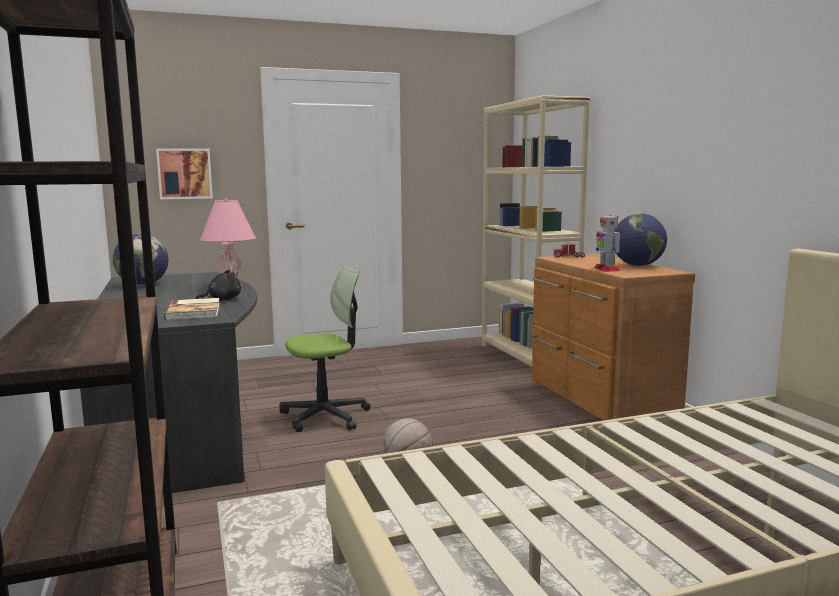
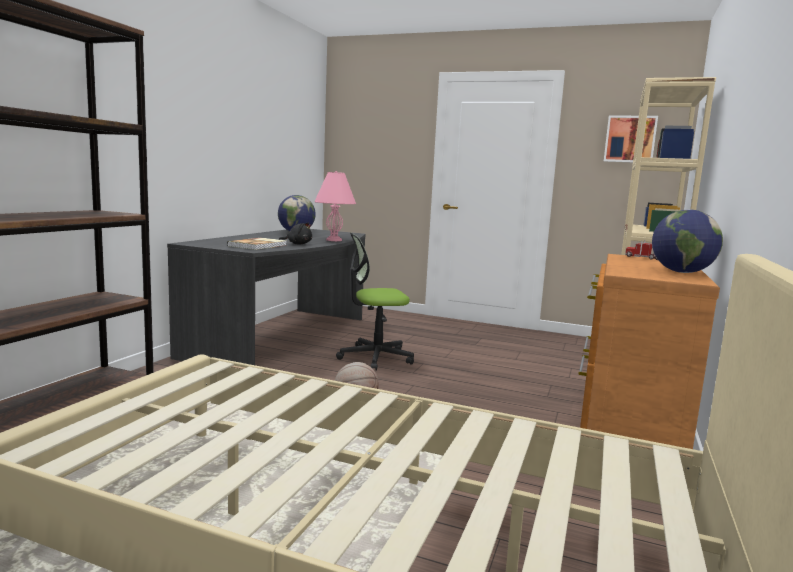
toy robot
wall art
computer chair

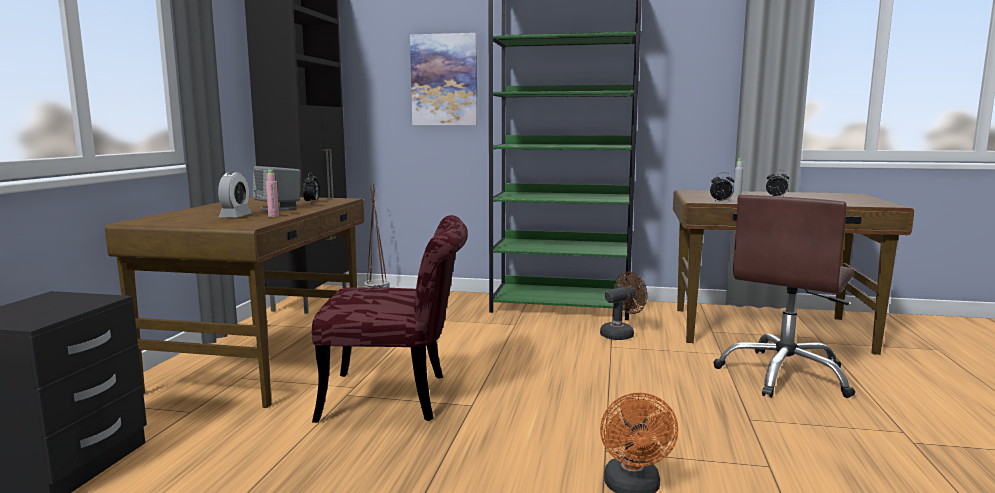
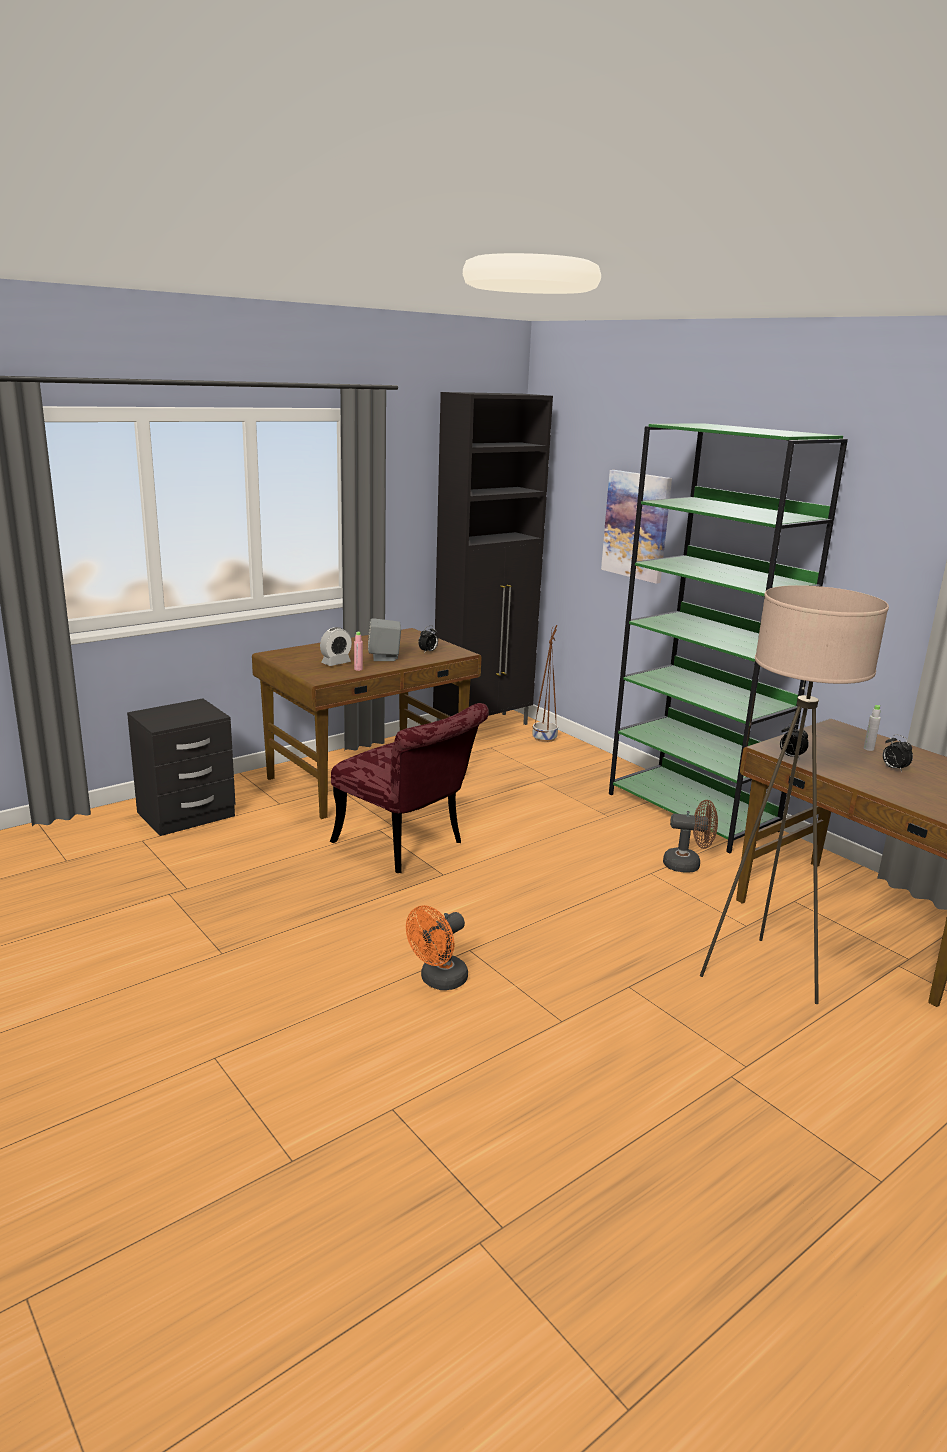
floor lamp (sand-coloured)

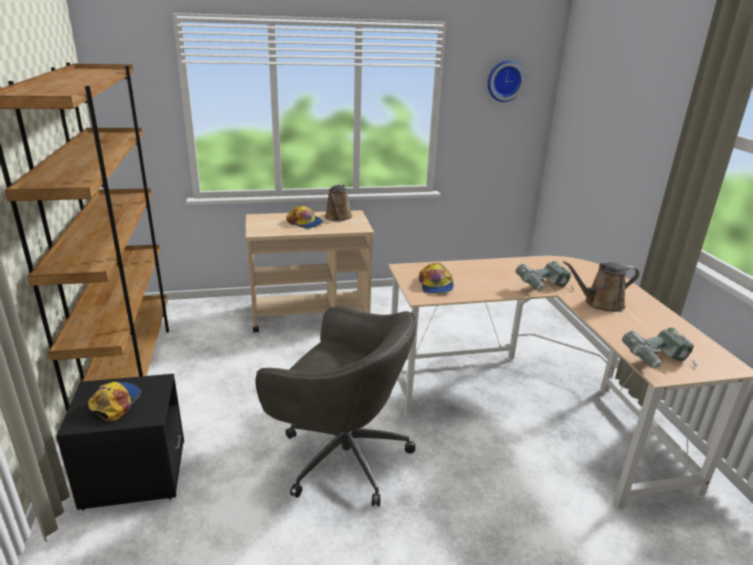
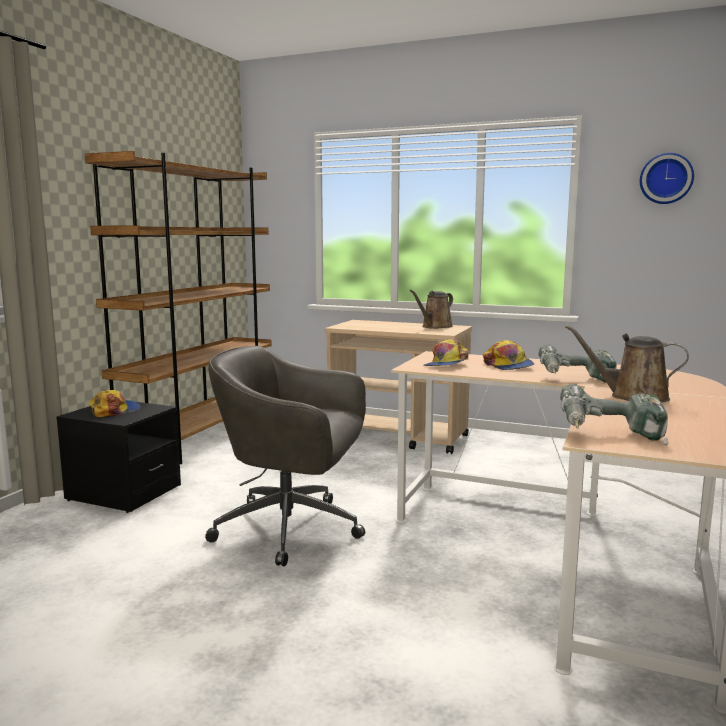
cap (no. 3 from left)
computer chair (grey)

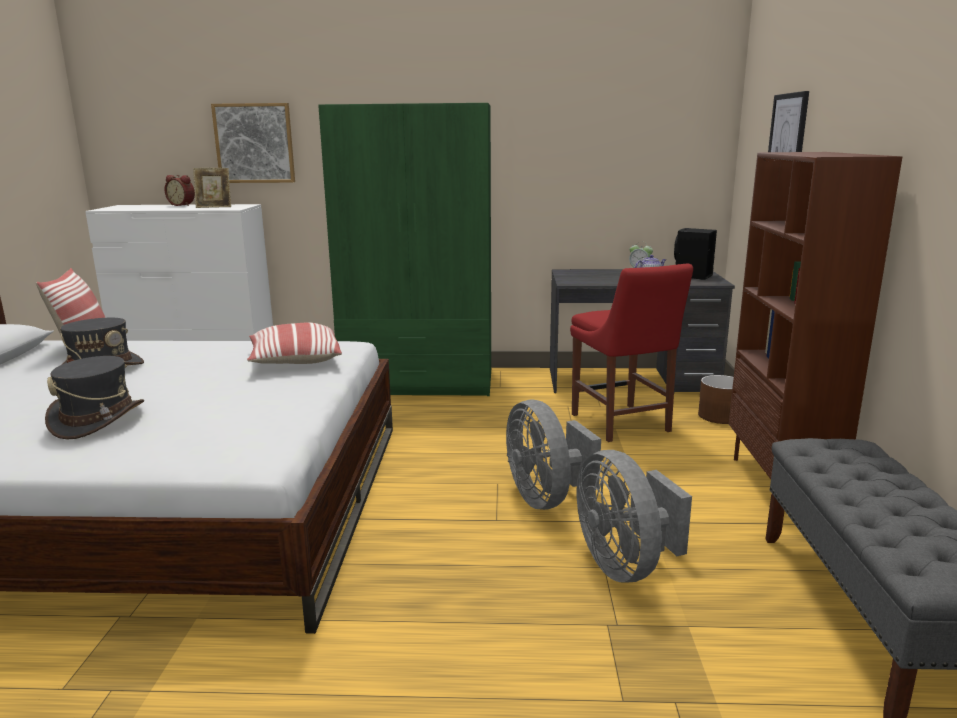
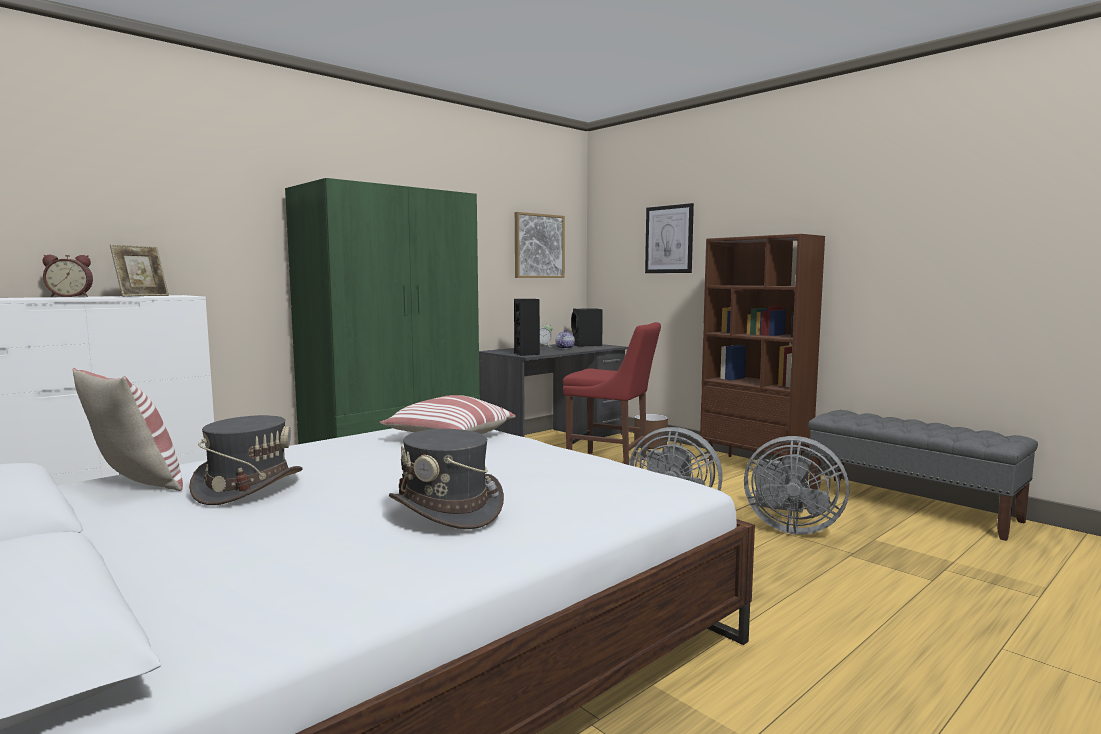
loudspeaker (blackish) (no. 1 from left)
wall art (no. 1 from left)

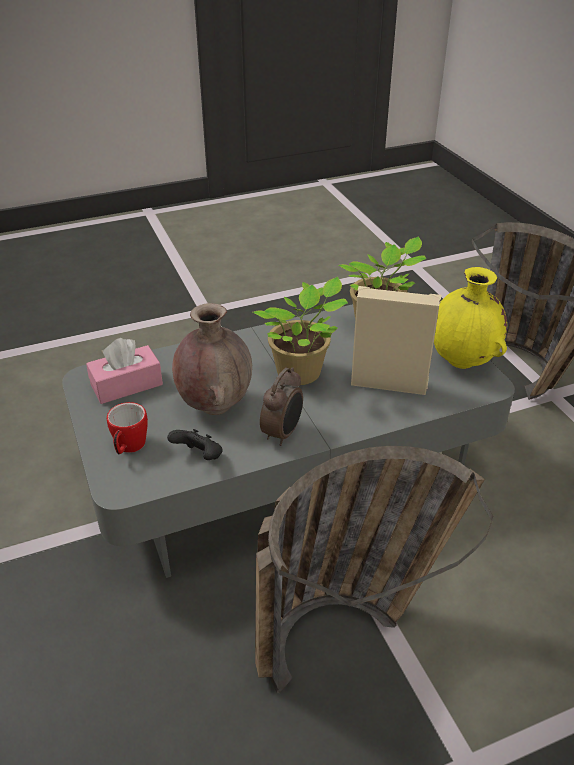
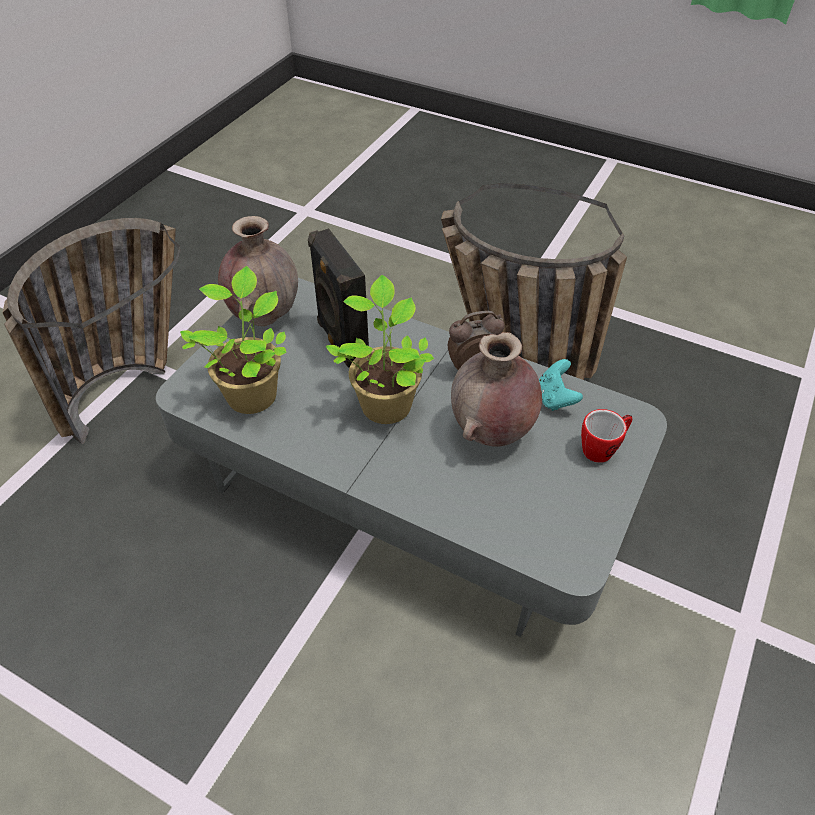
box of tissues (pink)
gamepad (blue-green)
loudspeaker (blackish)
flower vase (brown-coloured) (no. 1 from left)

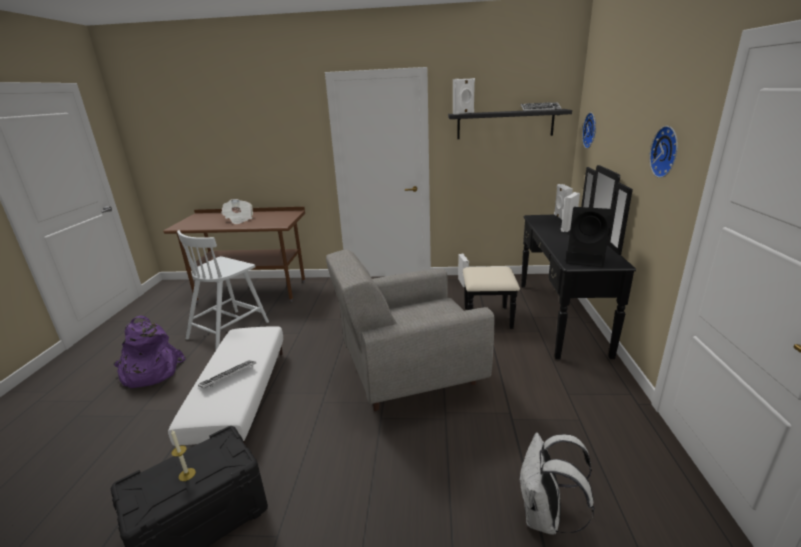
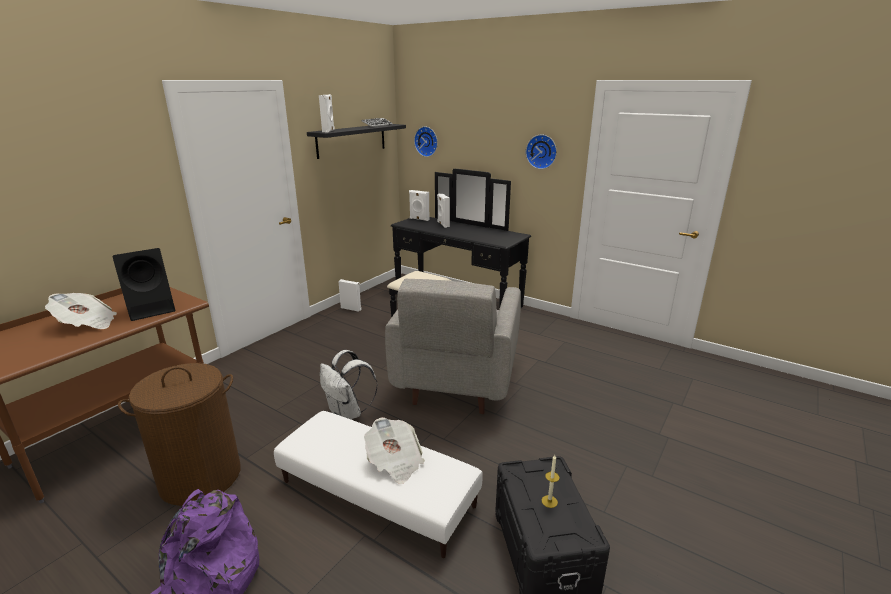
backpack (whitish)
loudspeaker (blackish)
laundry basket (brown-coloured)
printed paper (no. 2 from left)

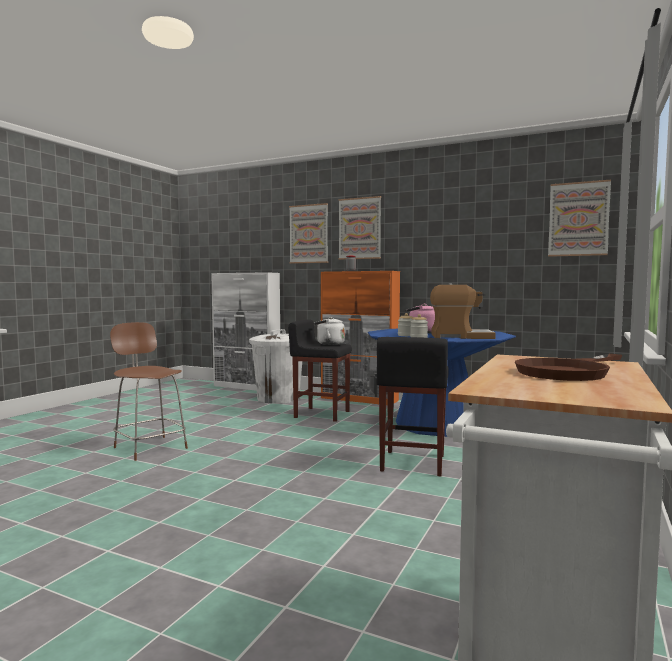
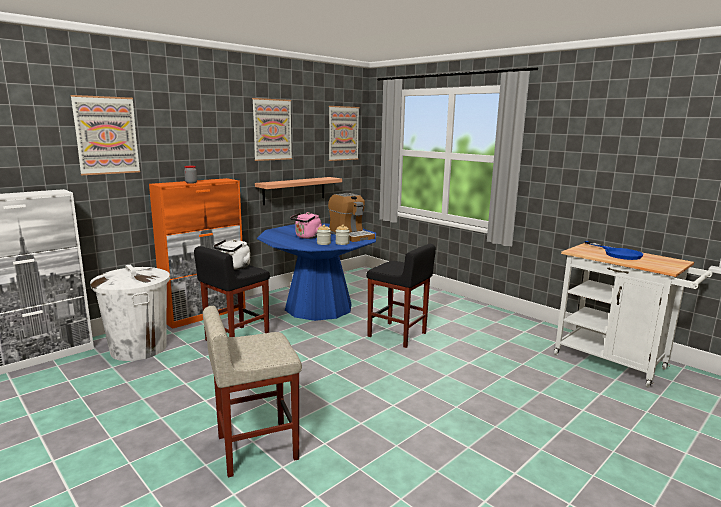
bracket shelf
wall art (no. 2 from left)
sitting stool (sand-coloured)
frying pan (blue-coloured)
coffee machine

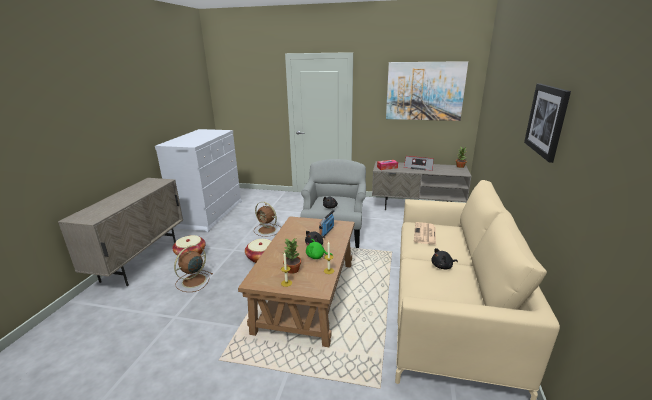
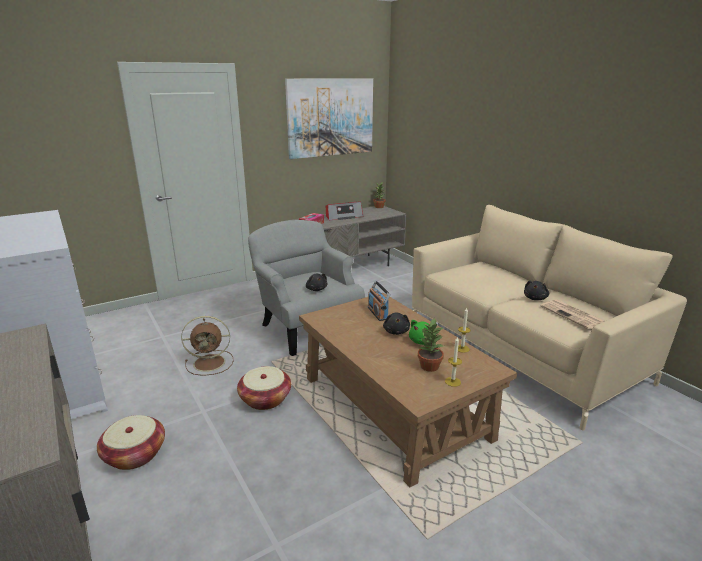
cooling fan (brown-coloured) (no. 1 from left in the first image)
wall art (no. 2 from left in the first image)
printed paper

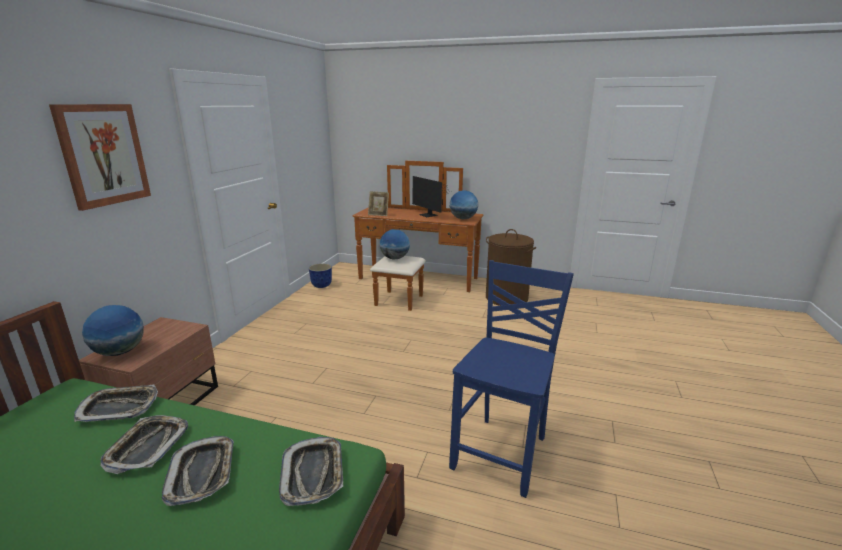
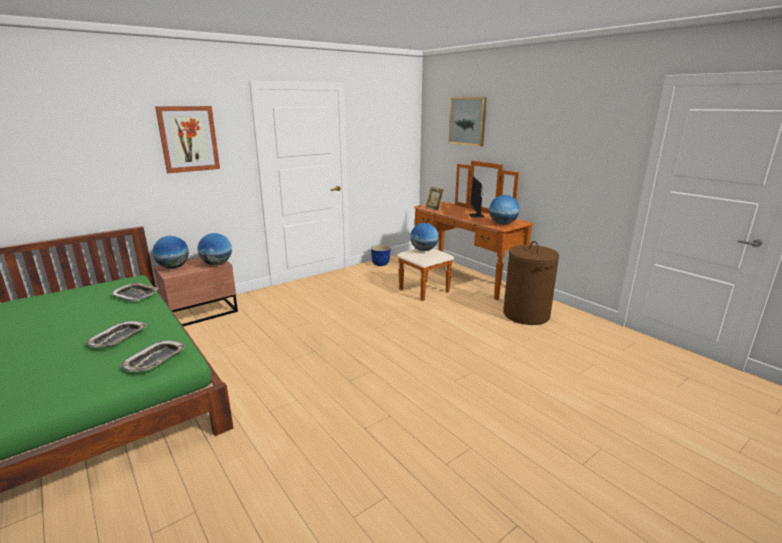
serving tray (no. 2 from left in the first image)
chair (blue-coloured)
world globe (no. 2 from left)
wall art (no. 2 from left)

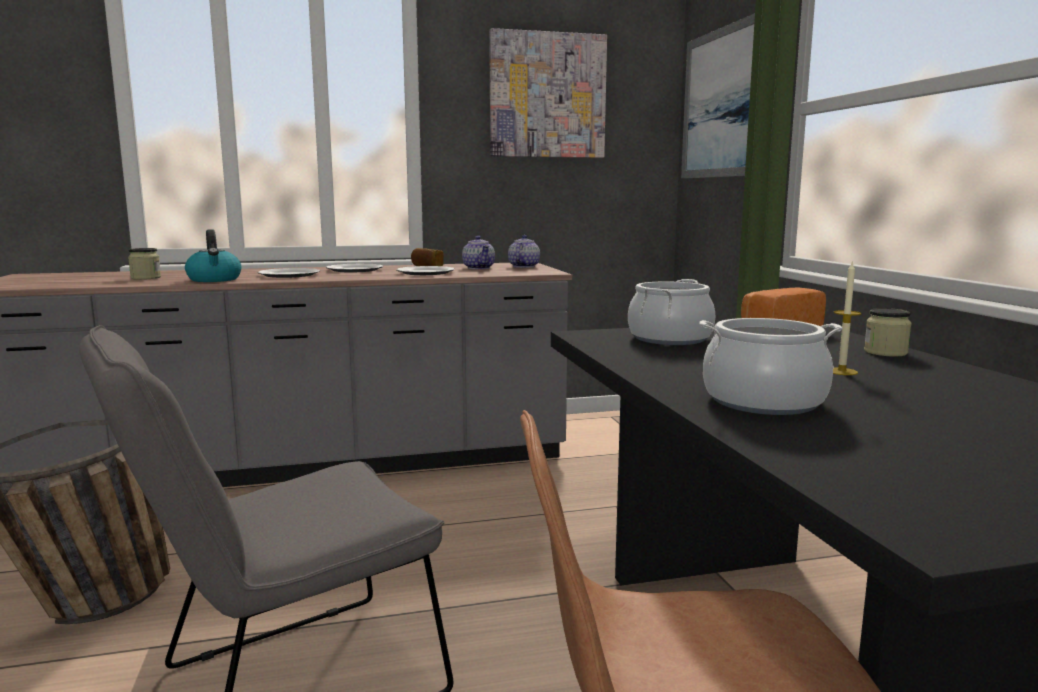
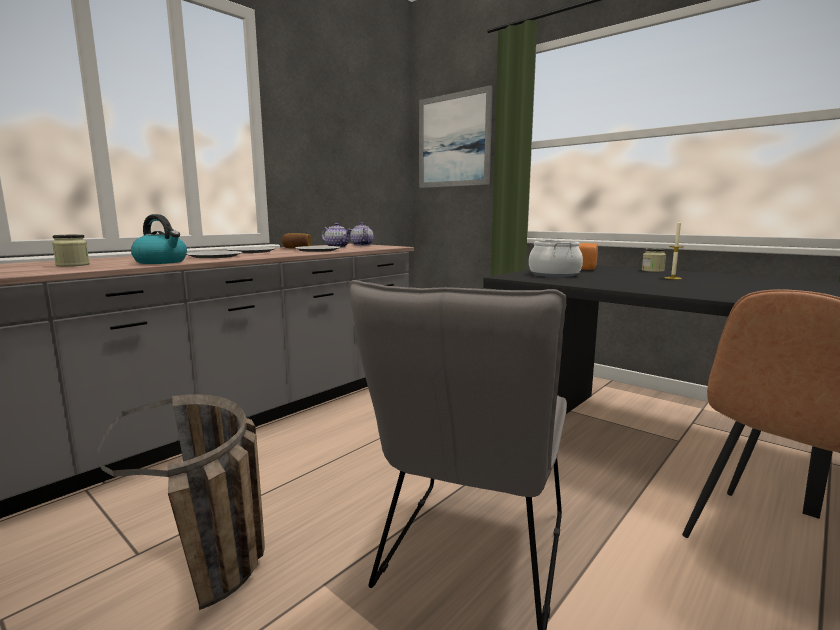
wall art (no. 1 from left in the first image)
saucepot (no. 2 from left in the first image)

